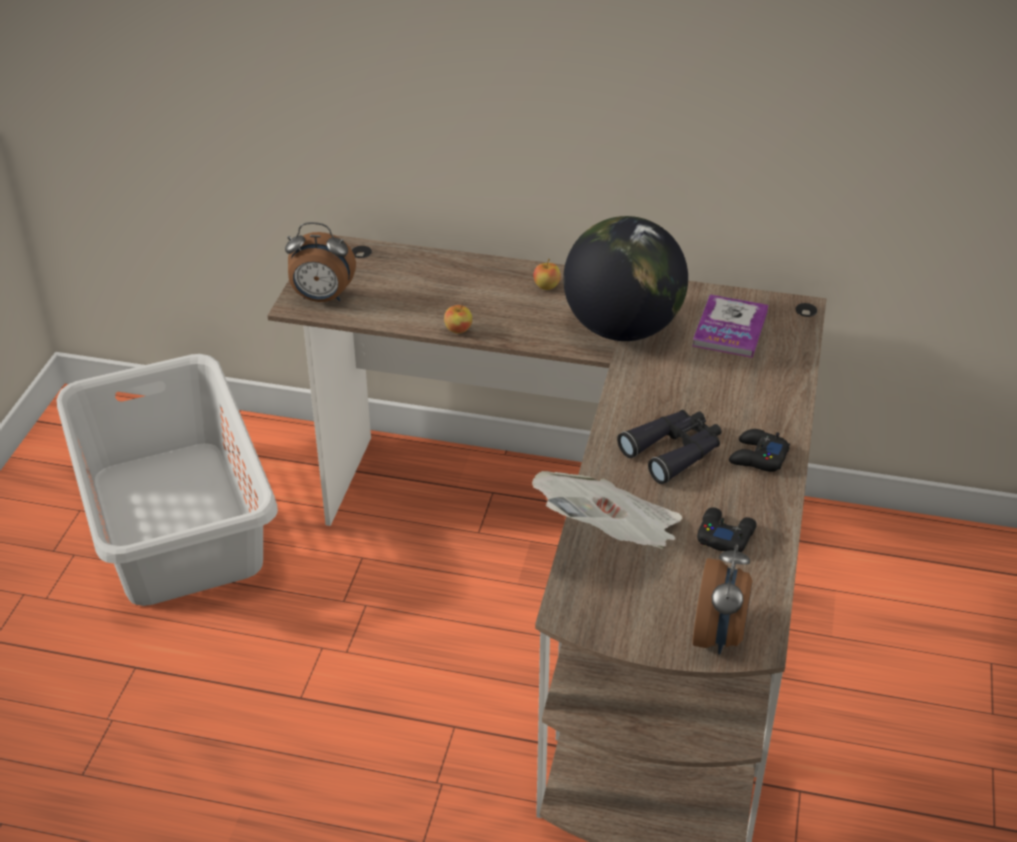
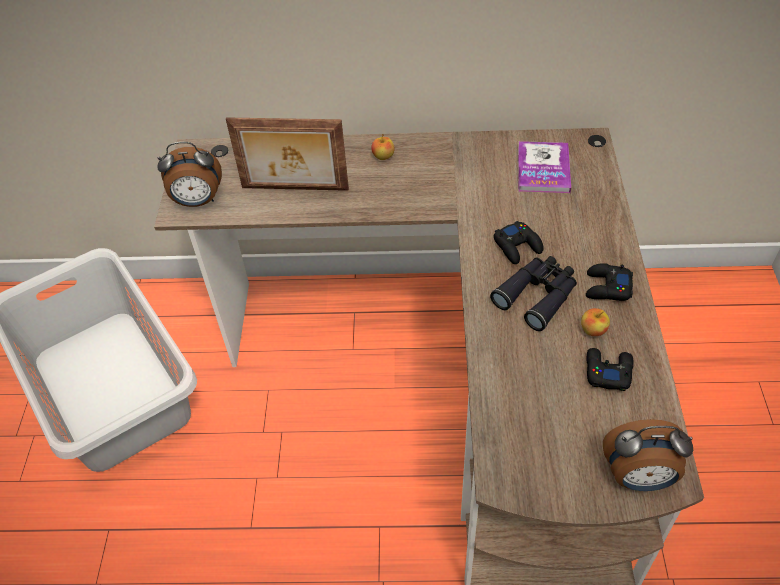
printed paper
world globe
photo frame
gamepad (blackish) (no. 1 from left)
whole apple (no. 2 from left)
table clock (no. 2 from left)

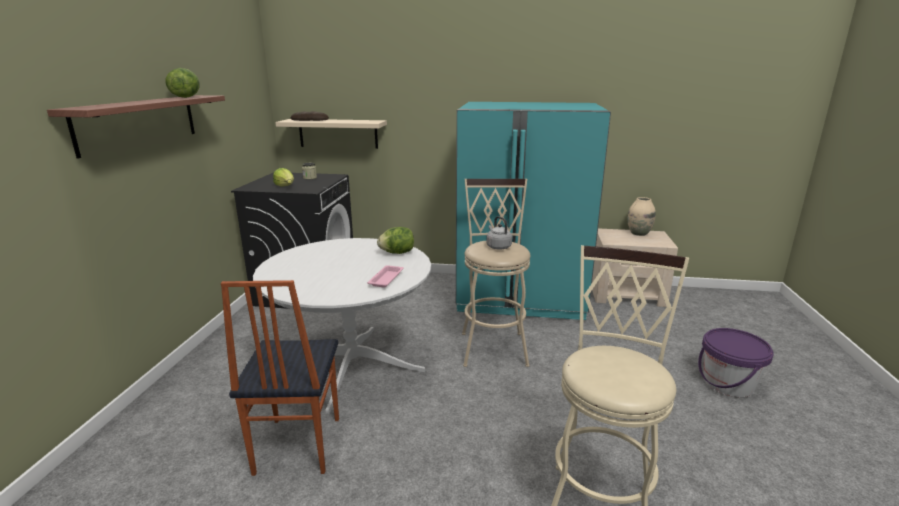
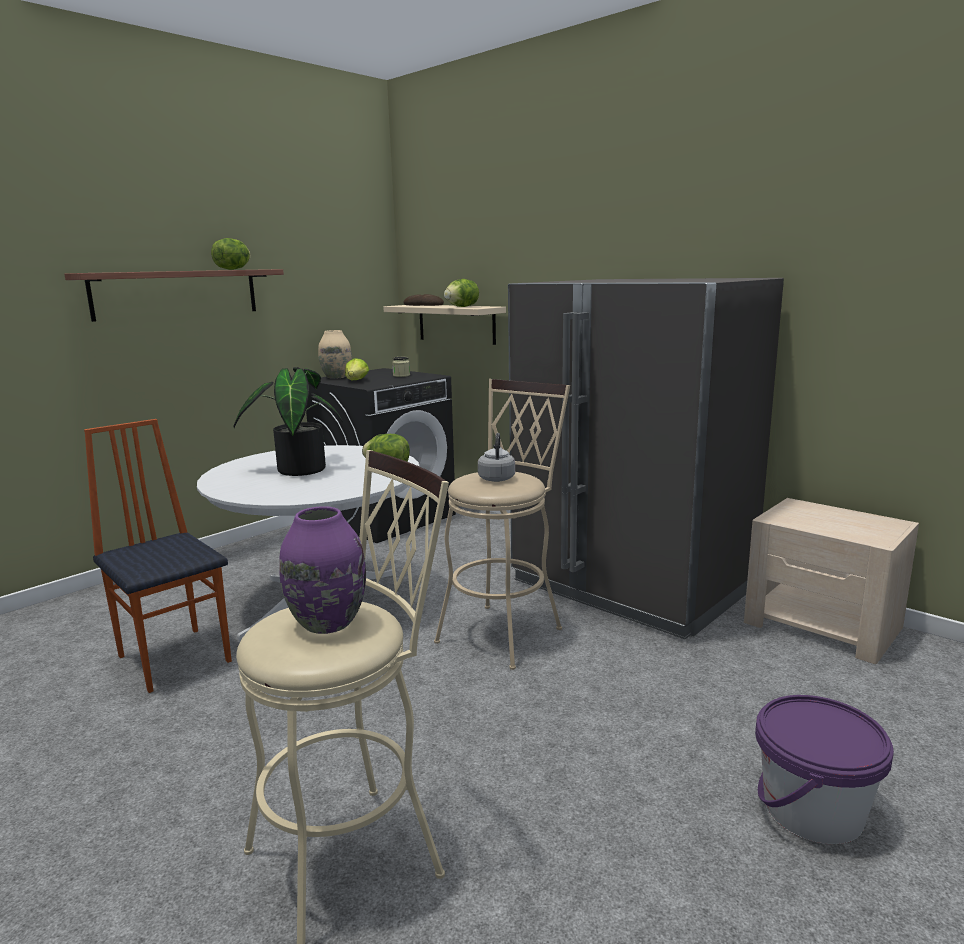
serving tray (pink)
houseplant
flower vase (purplish)
lettuce (no. 4 from left)
flower vase (sand-coloured)
fridge (grey)
chair

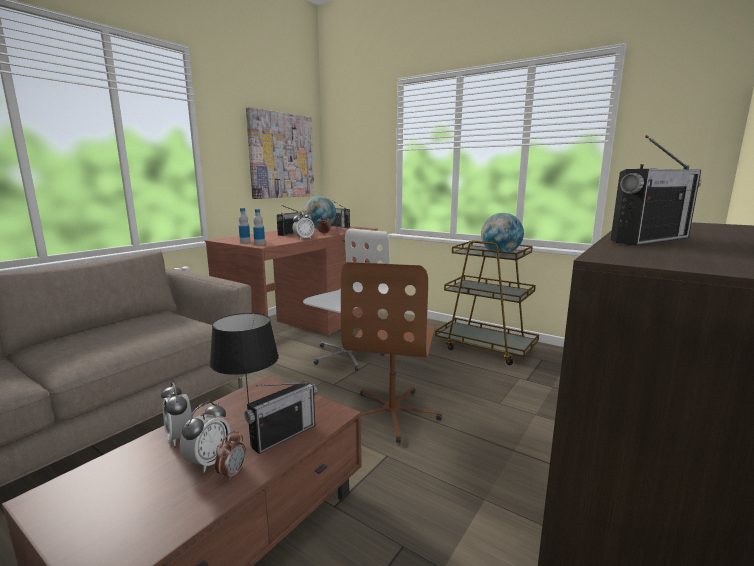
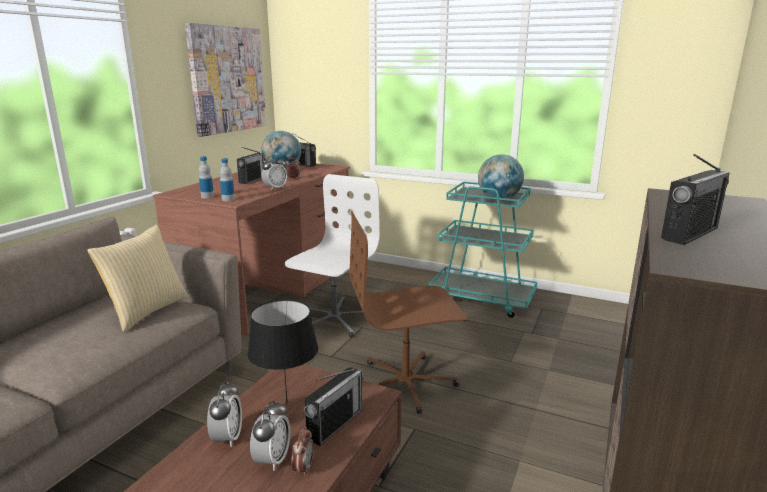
cushion
wheeled cart (blue-green)
table clock (no. 1 from left)
computer chair (brown-coloured)

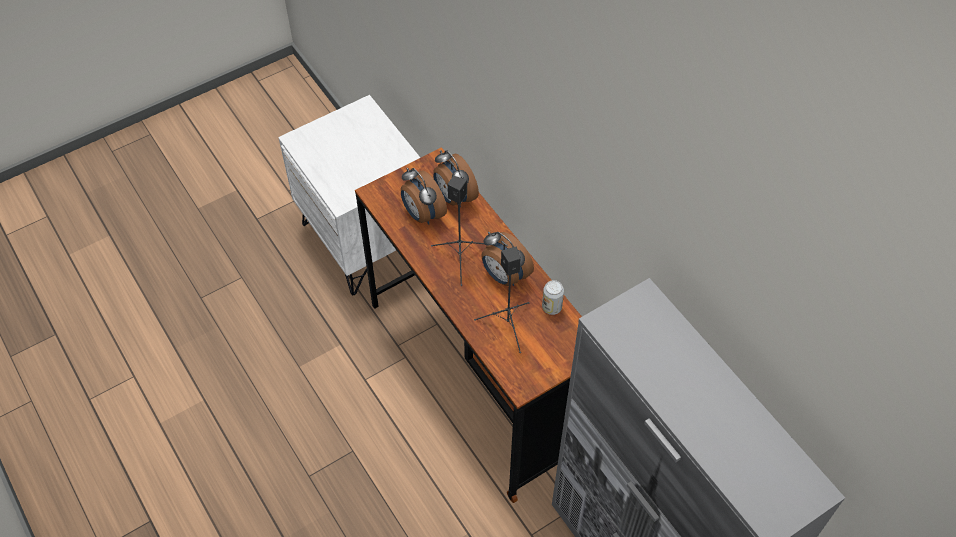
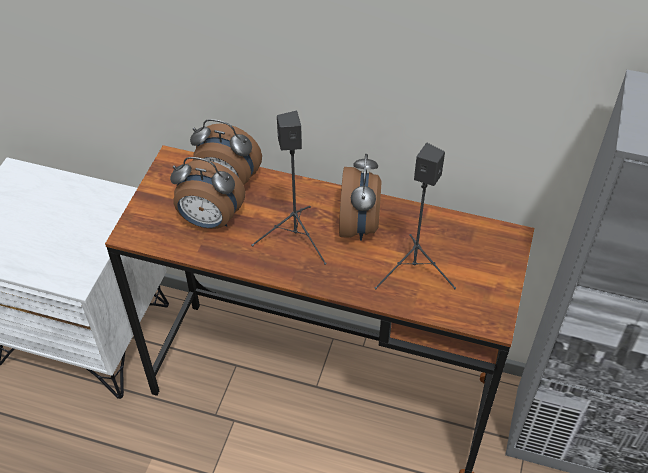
sealed can
table clock (no. 3 from left)

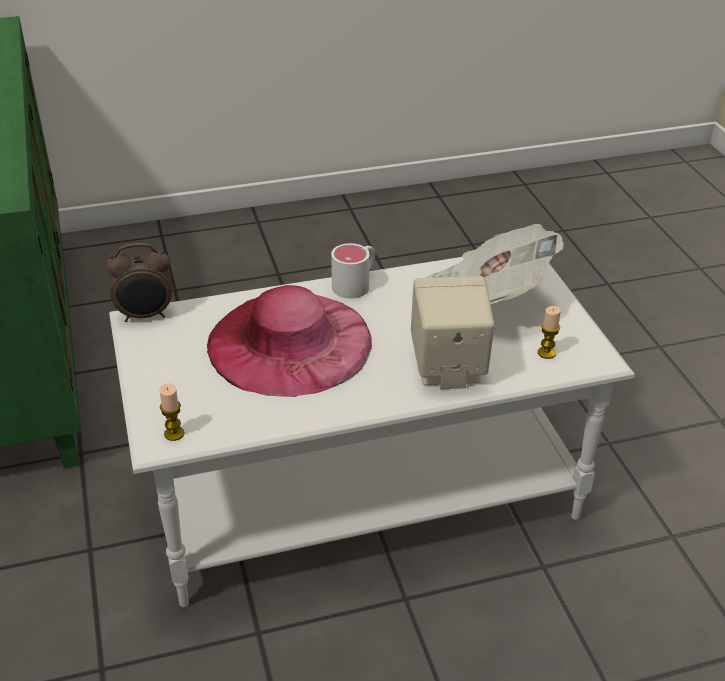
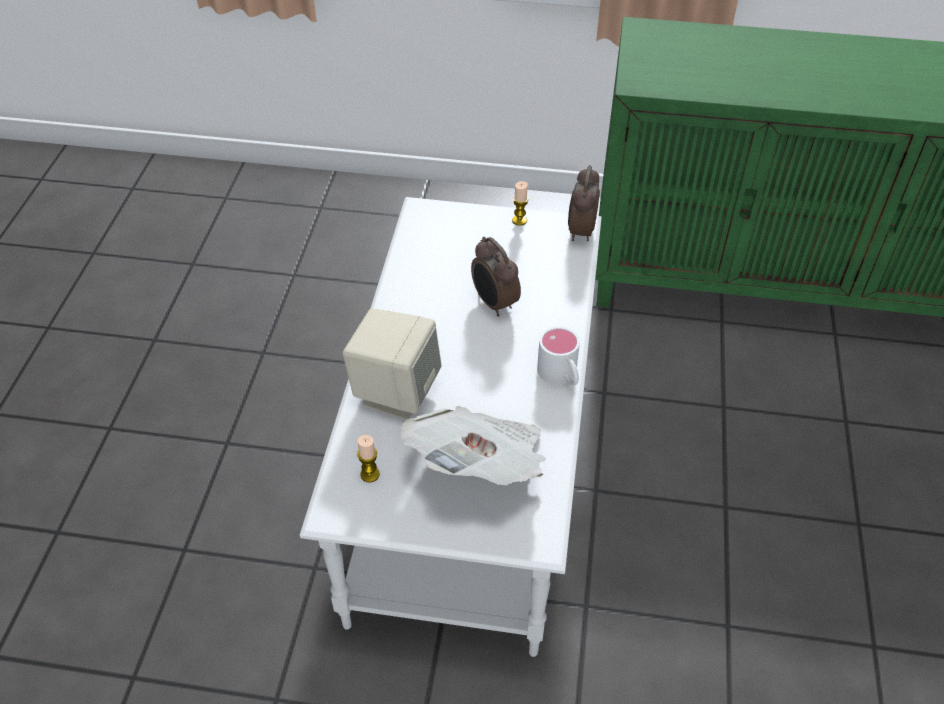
wax light (no. 2 from left)
table clock (no. 1 from left)

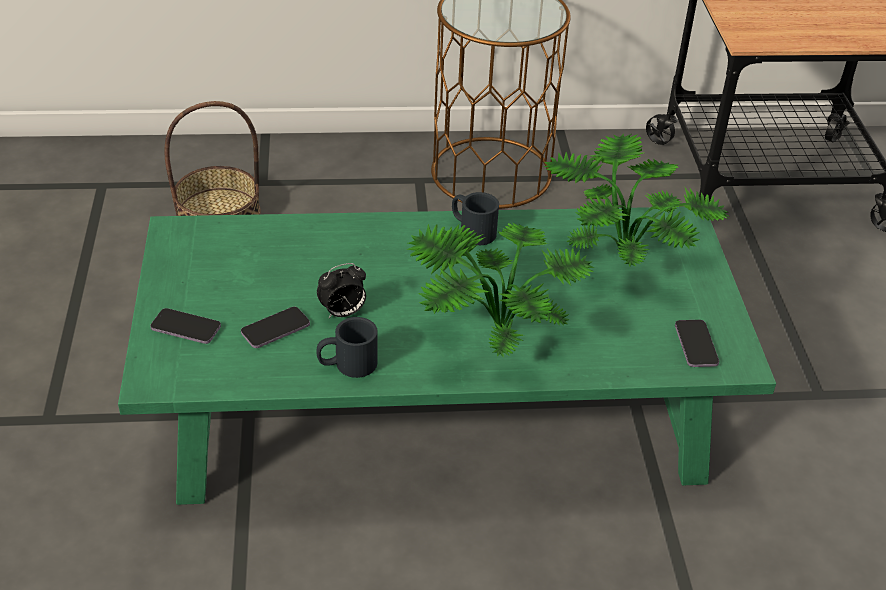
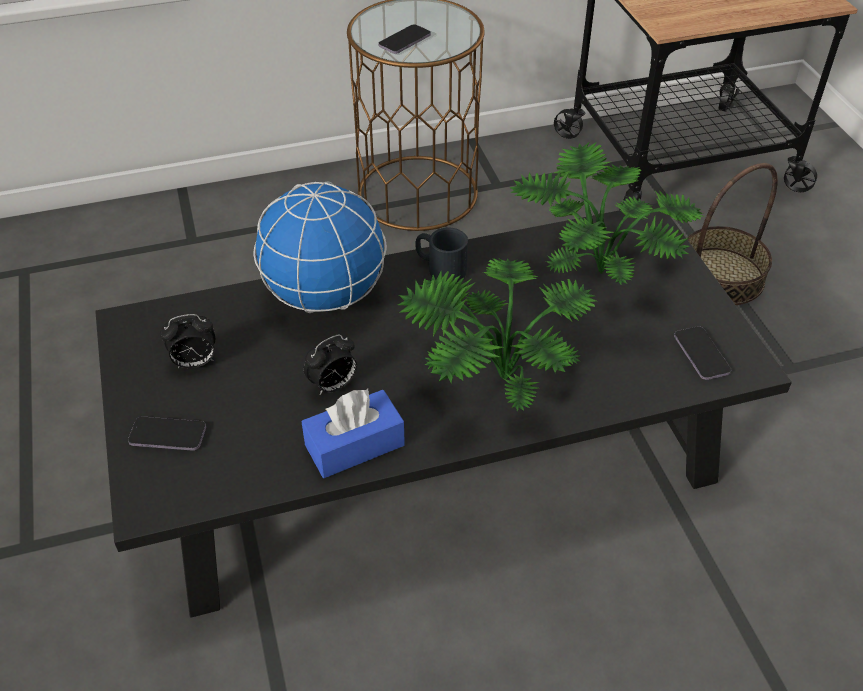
table clock (no. 1 from left)
world globe
basket
phone (no. 2 from left)
box of tissues (blue-coloured)
lounge table (blackish)

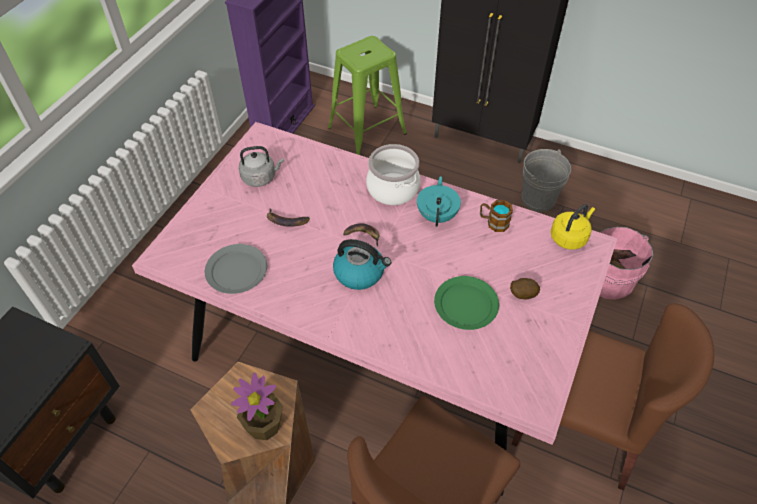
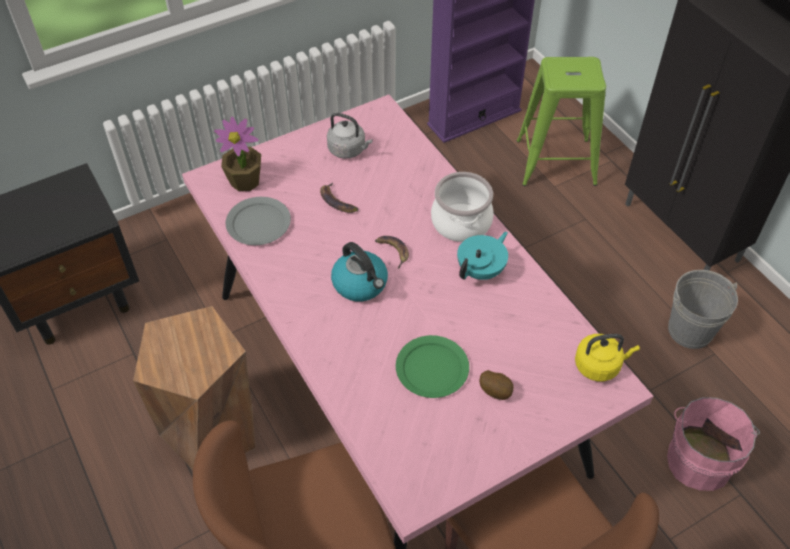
coffee mug
houseplant

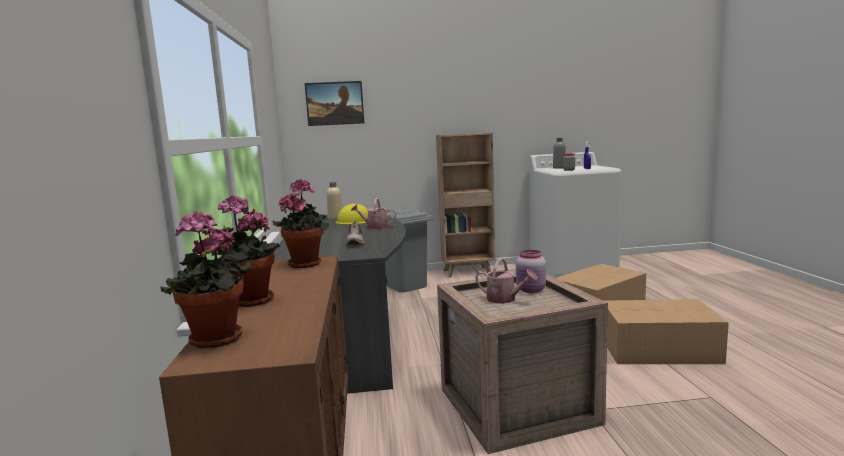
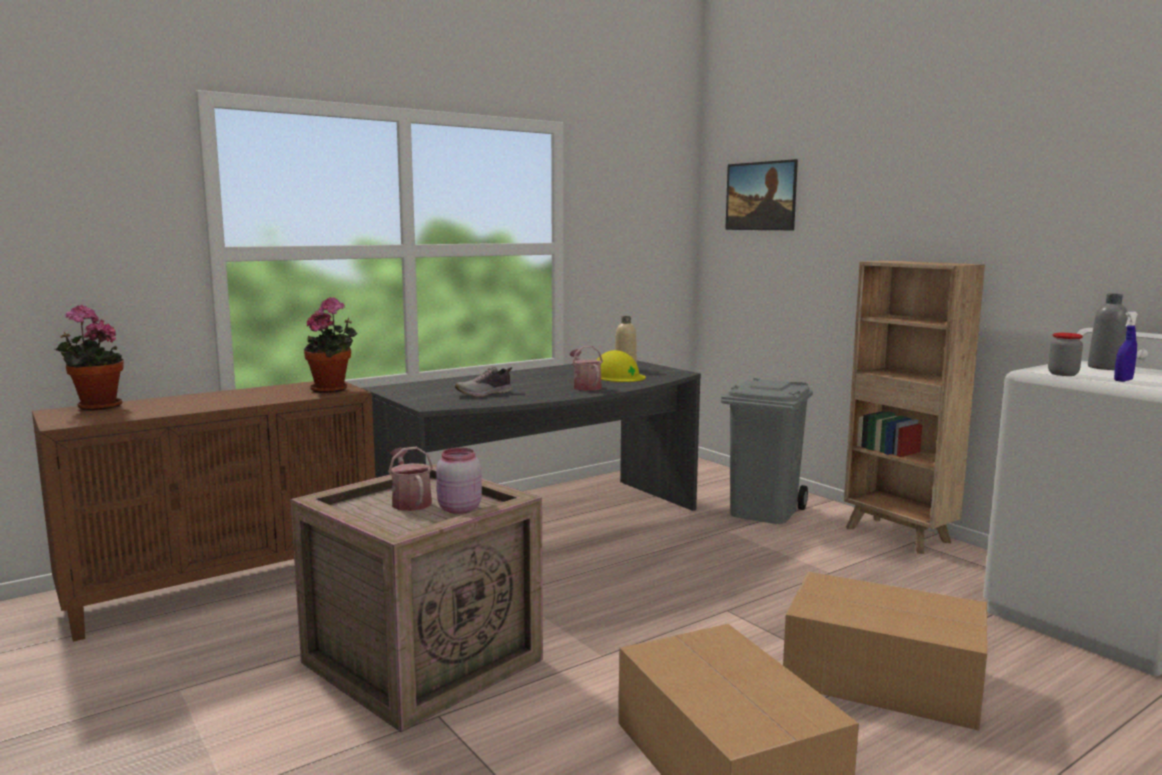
houseplant (no. 2 from left in the first image)
sprinkling can (no. 1 from left)

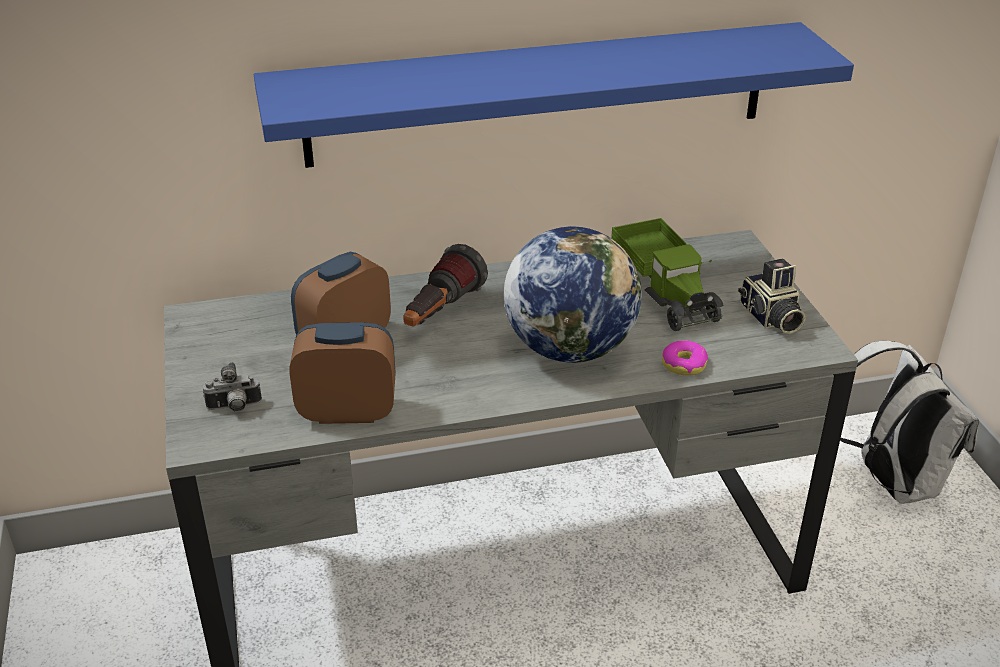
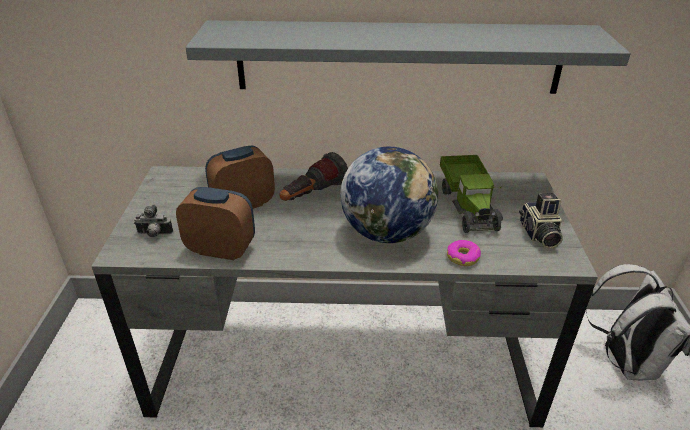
bracket shelf (grey)

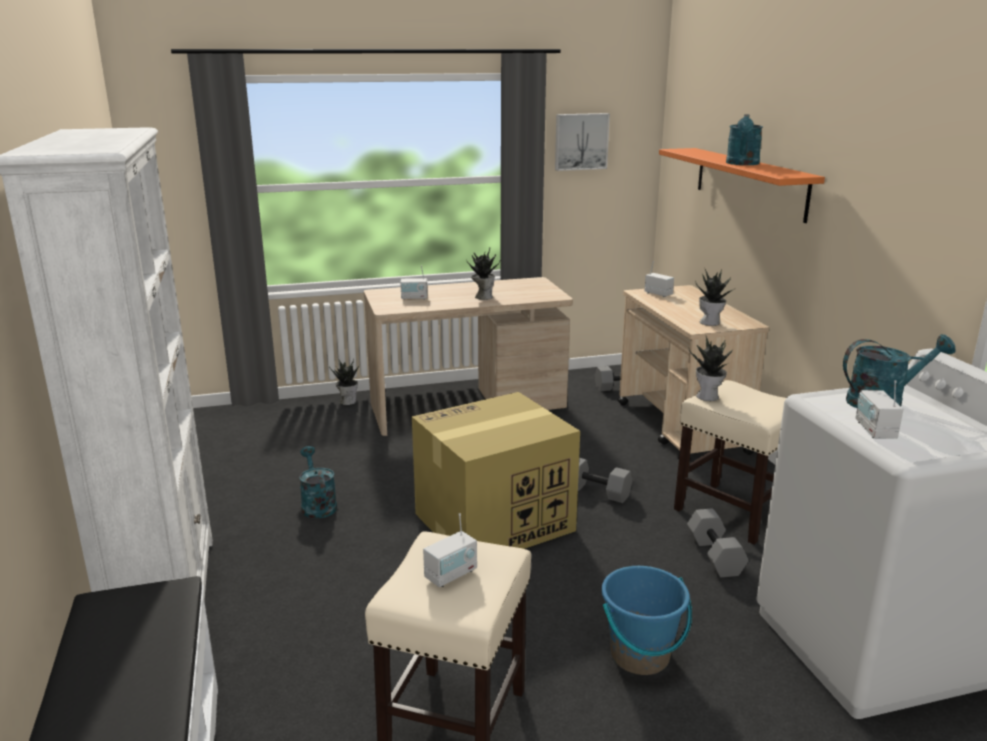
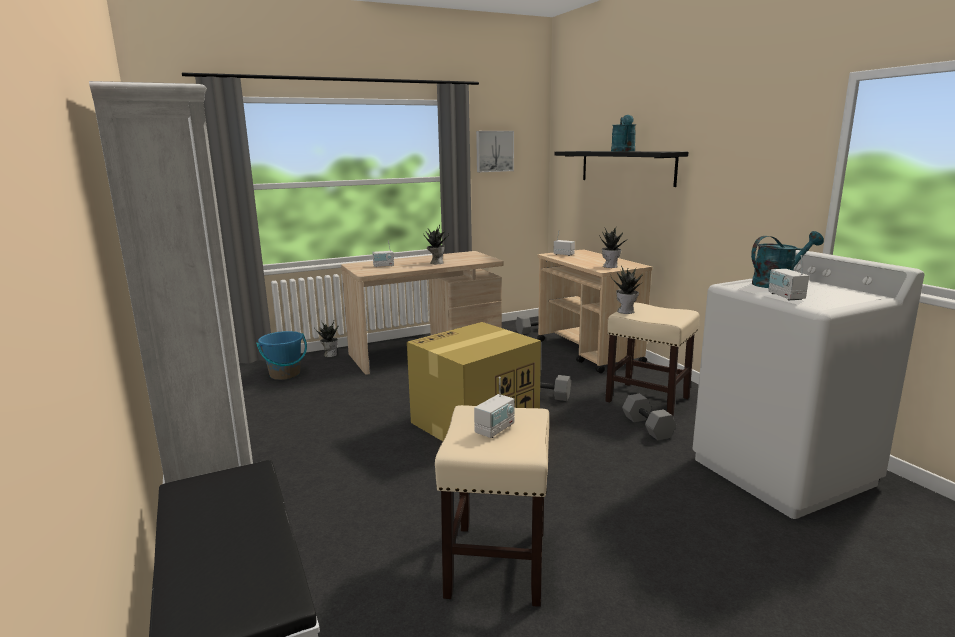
sprinkling can (blue-green) (no. 1 from left in the first image)
water bucket (blue-coloured)
bracket shelf (blackish)

